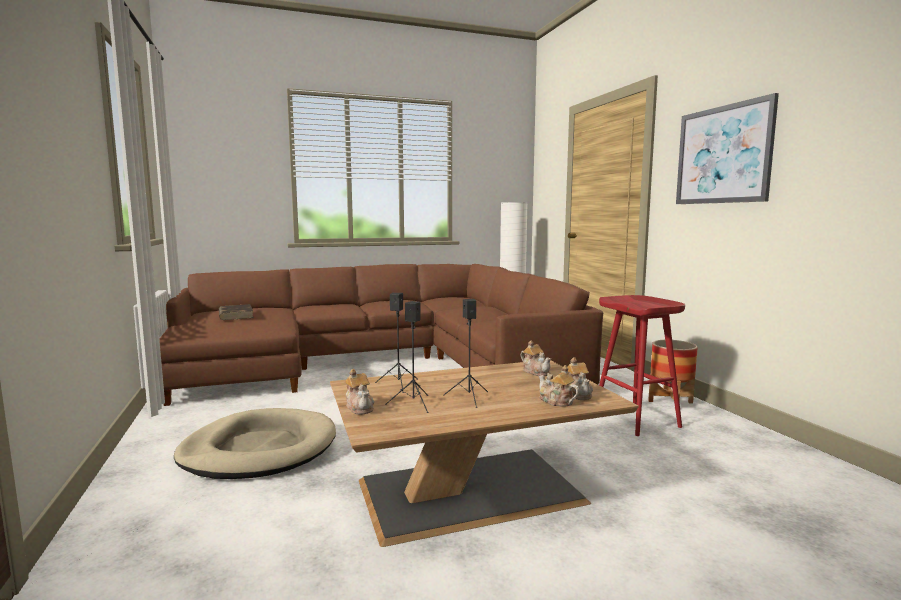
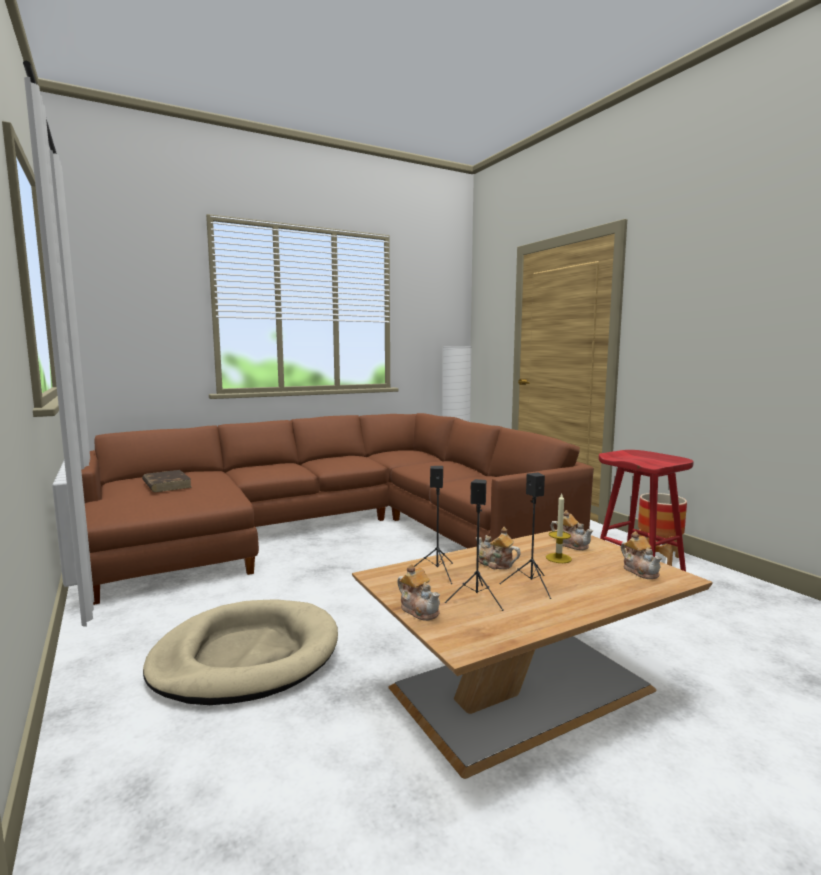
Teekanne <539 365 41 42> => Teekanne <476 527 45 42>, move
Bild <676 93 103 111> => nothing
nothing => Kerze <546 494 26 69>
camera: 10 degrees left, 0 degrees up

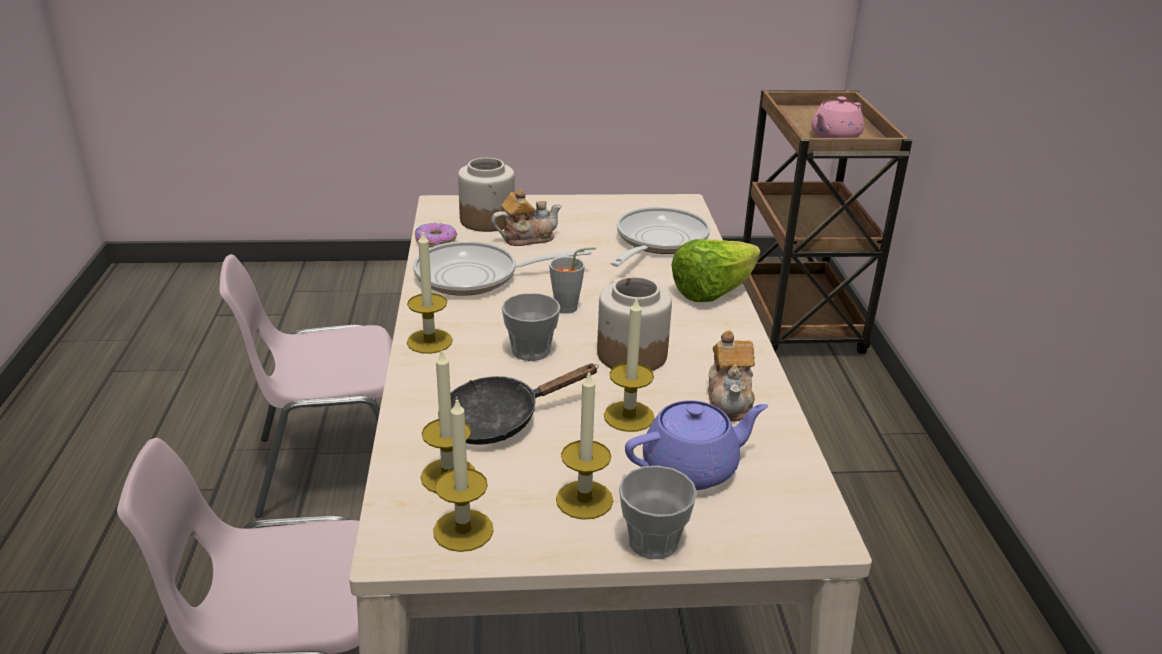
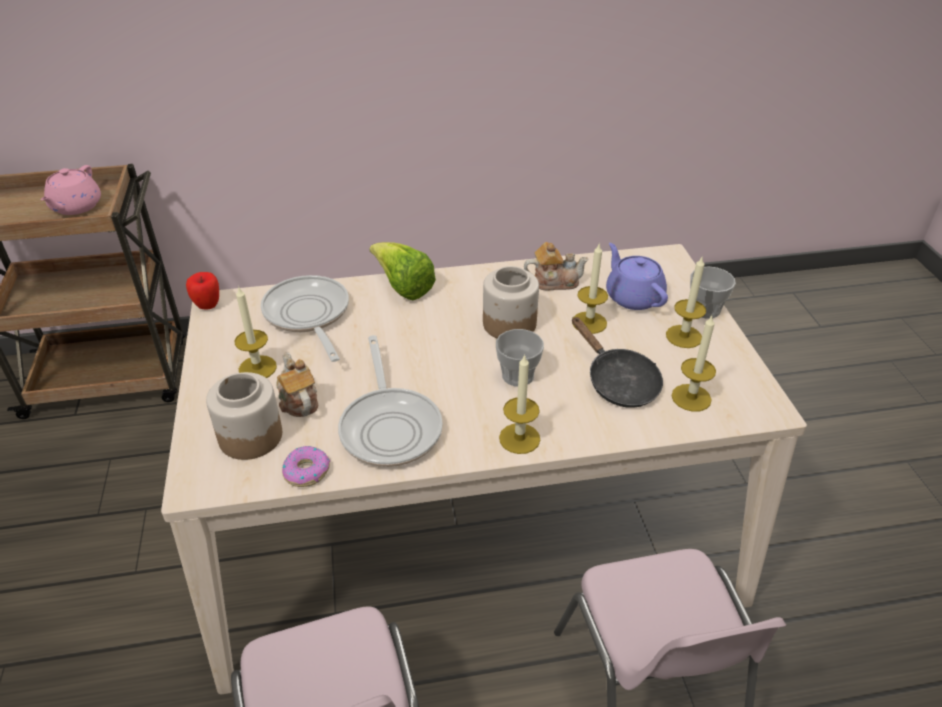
Kerze <433 397 61 155> => Kerze <234 286 43 92>, move
Tasse/grau <549 247 47 67> => nothing
Pfanne <611 207 99 60> => Pfanne <261 275 88 87>, 45 degrees clockwise
Teekanne/rosa <811 96 53 42> => Teekanne/rosa <41 165 60 50>, 60 degrees clockwise
nothing => Apfel <186 272 33 38>
camera: 95 degrees left, 10 degrees up

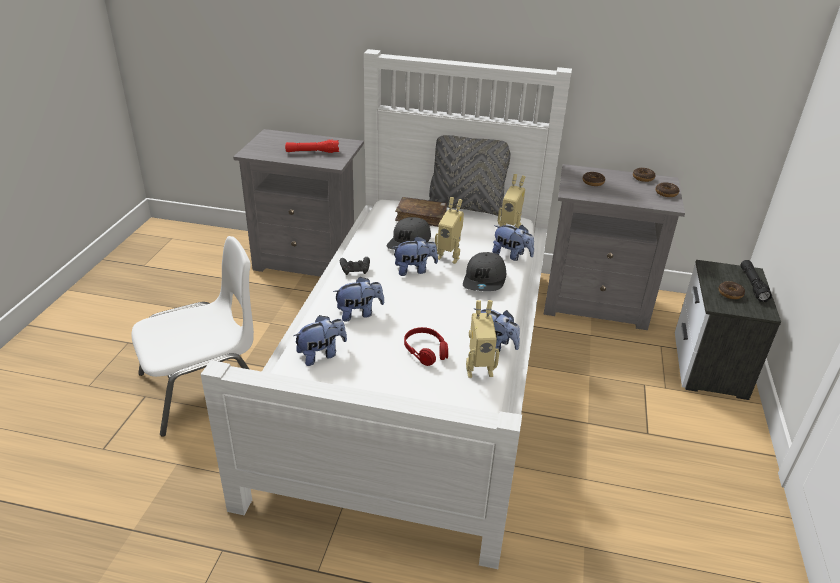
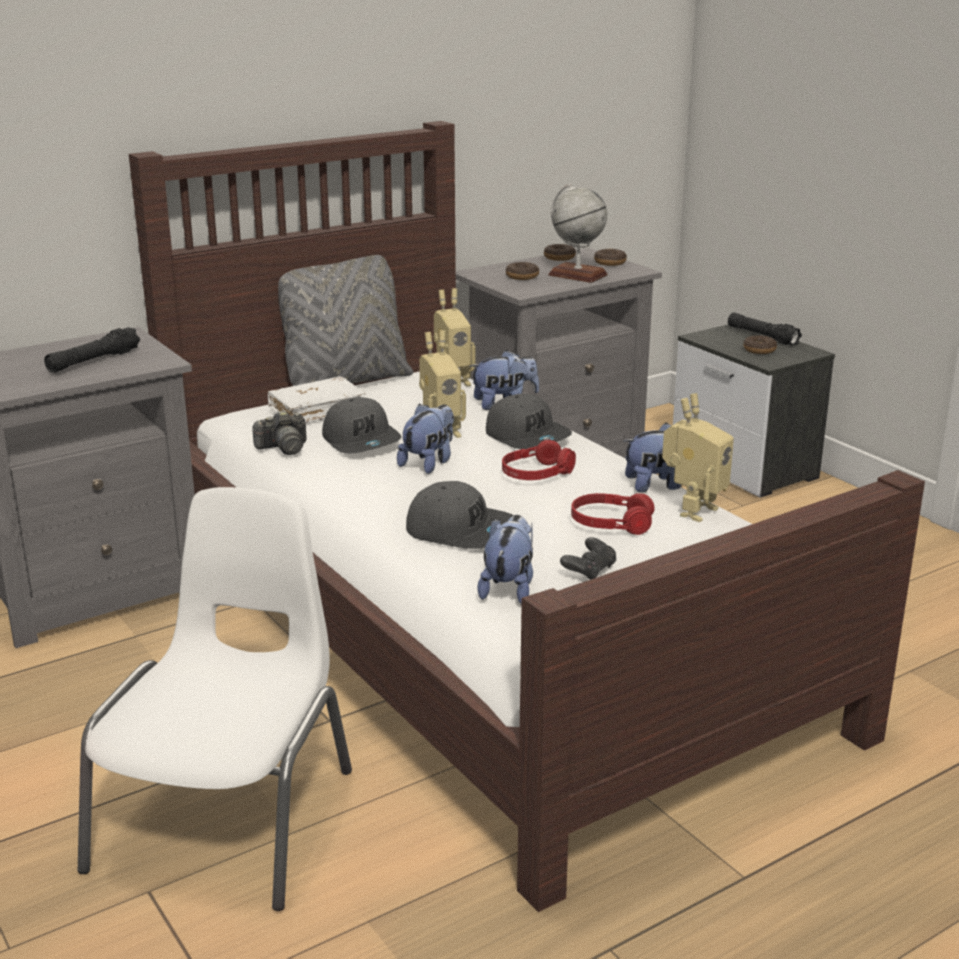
Bett/weiß <201 49 371 520> => Bett/braun <129 121 796 791>
Taschenlampe/rot <285 140 54 13> => Taschenlampe/schwarz <44 327 96 46>
Plüschtier <333 276 51 46> => Kappe/grau <406 481 108 68>
Gamepad/schwarz <340 257 30 18> => Gamepad/schwarz <560 537 56 43>, move
Buch/braun <395 197 52 30> => Buch/weiß <268 376 98 48>
nothing => Kamera <252 410 55 45>
nothing => Kopfhörer/rot <502 440 74 40>
nothing => Globus <548 184 60 99>
camera: 45 degrees left, 10 degrees down

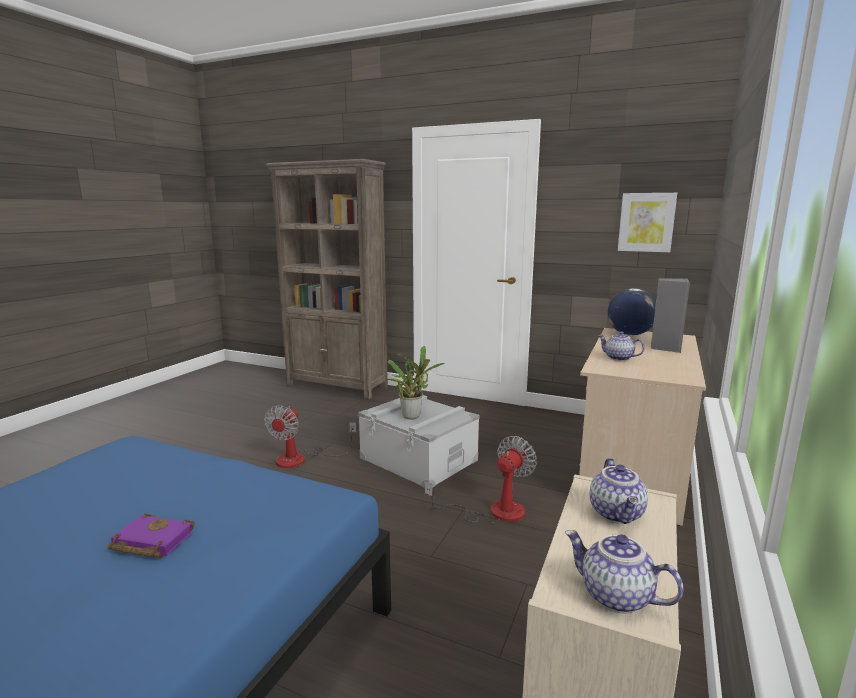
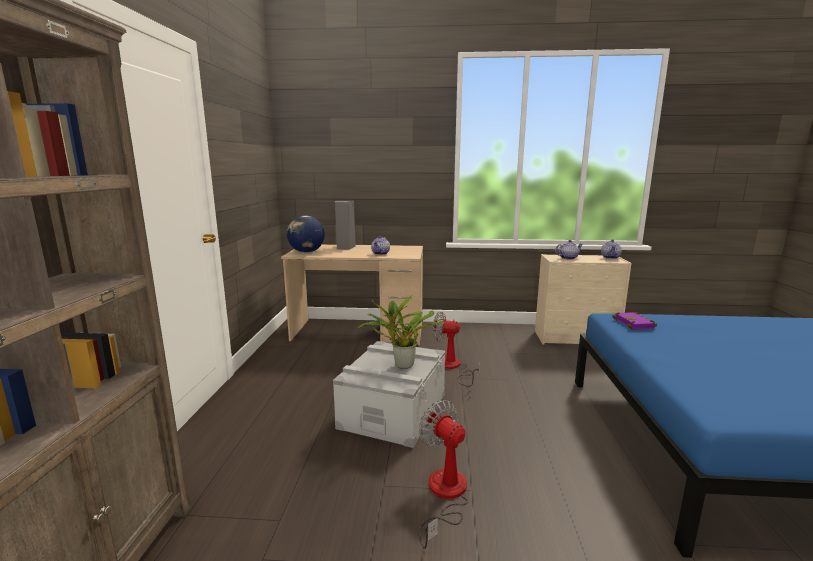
Buch/lila <108 513 87 45> => Buch/lila <612 312 45 18>, move
Ventilator <264 405 93 63> => Ventilator <419 400 49 149>, 120 degrees counterclockwise
Bild <618 193 59 59> => nothing
camera: 110 degrees left, 0 degrees up

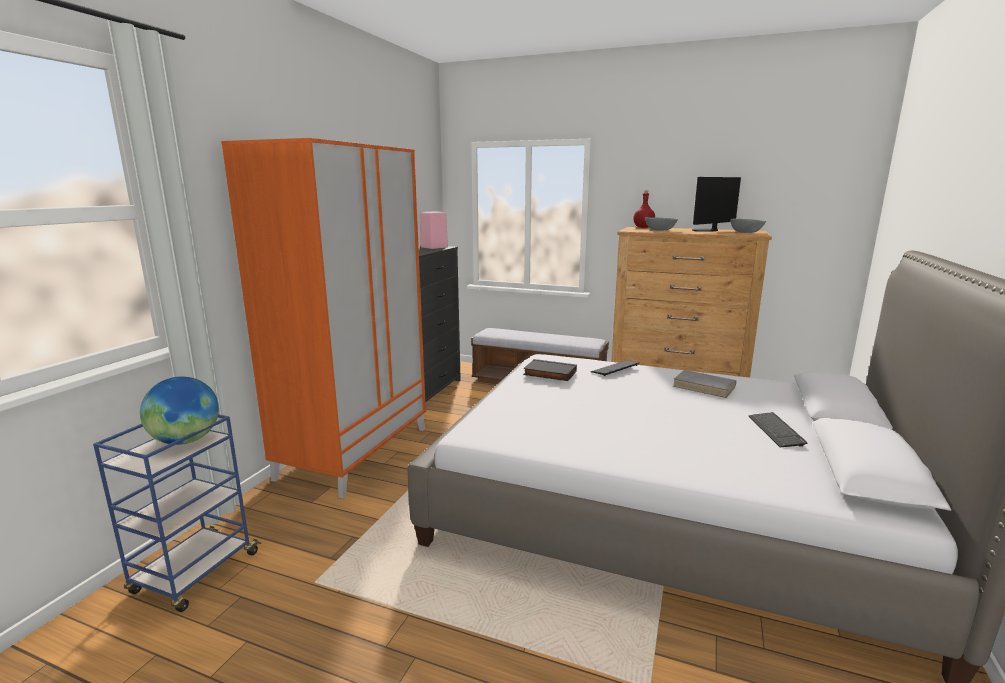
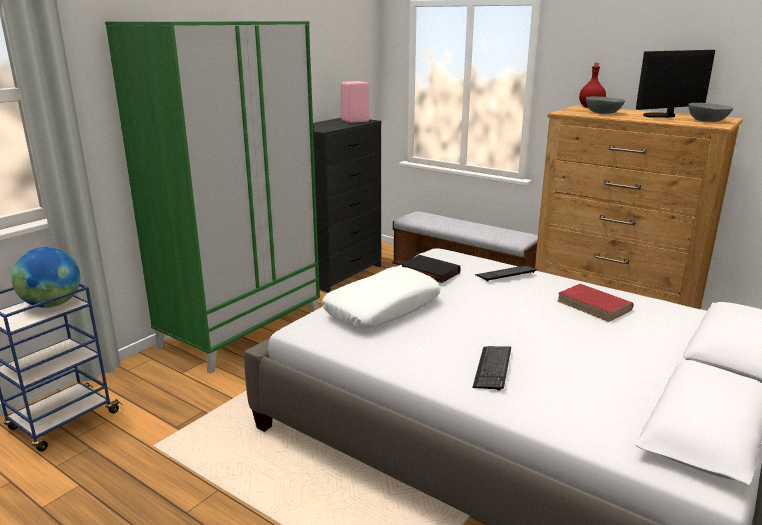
Kleiderschrank/orange <221 138 205 360> => Kleiderschrank/grün <105 21 215 353>
Buch/grau <673 370 64 28> => Buch/rot <557 284 77 38>
Tastatur <749 412 58 35> => Tastatur <472 346 39 45>, move
nothing => Kissen/weiß <322 267 118 62>
camera: 15 degrees right, 5 degrees up

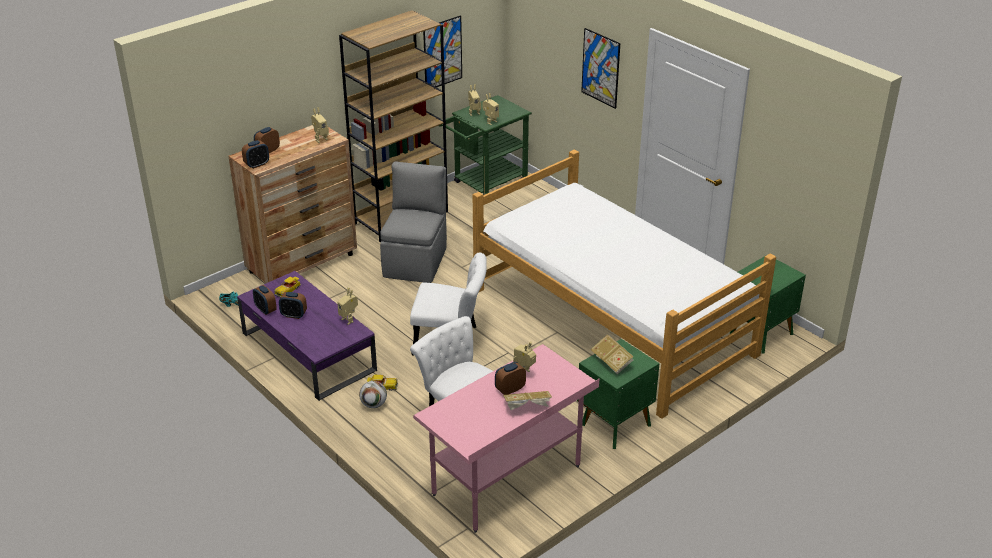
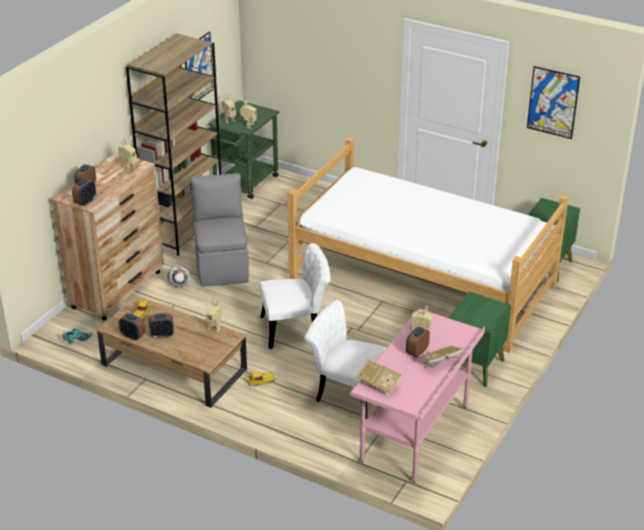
Couchtisch/lila <237 271 140 130> => Couchtisch/braun <97 296 150 112>
Fußball <359 381 28 27> => Fußball <168 265 22 22>, move
Bild <581 28 39 81> => Bild <527 66 53 73>, move
Buch <590 334 44 40> => Buch <356 359 45 36>, move
camera: 20 degrees left, 0 degrees up

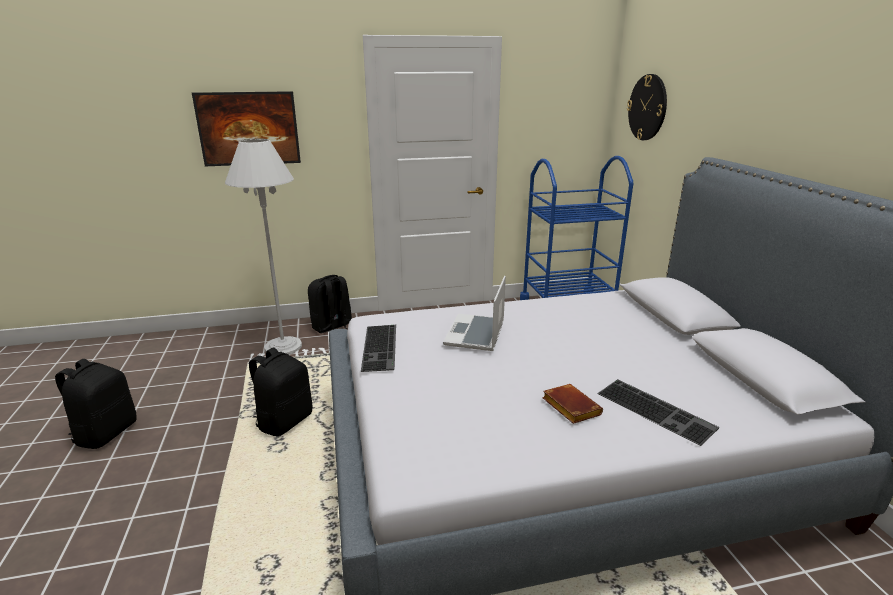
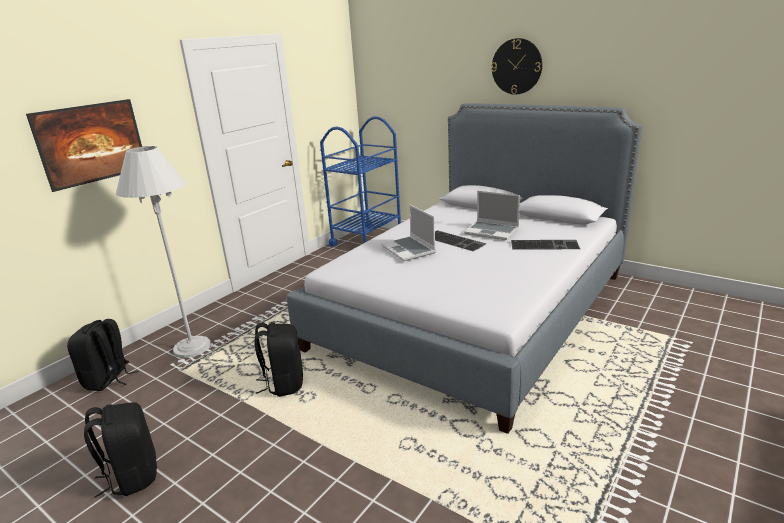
Rucksack/schwarz <308 275 44 58> => Rucksack/schwarz <67 319 71 72>, move
Tastatur <361 325 35 47> => Tastatur <435 230 51 21>, move
Buch/braun <542 384 61 40> => nothing
Wanduhr <627 74 40 66> => Wanduhr <491 38 51 57>, move
nothing => Laptop <464 191 56 49>
camera: 40 degrees left, 0 degrees up

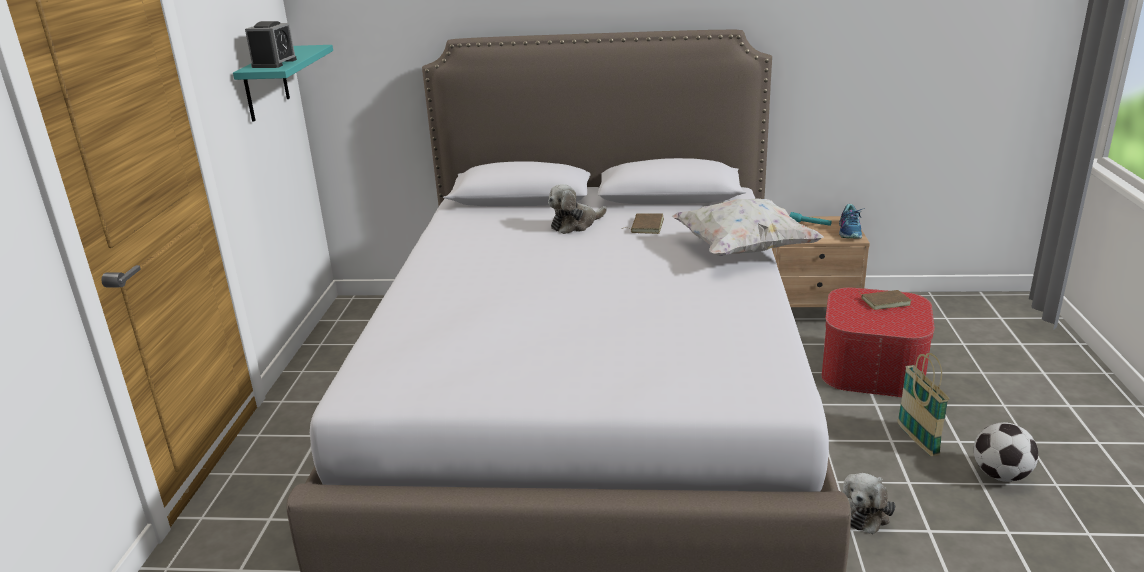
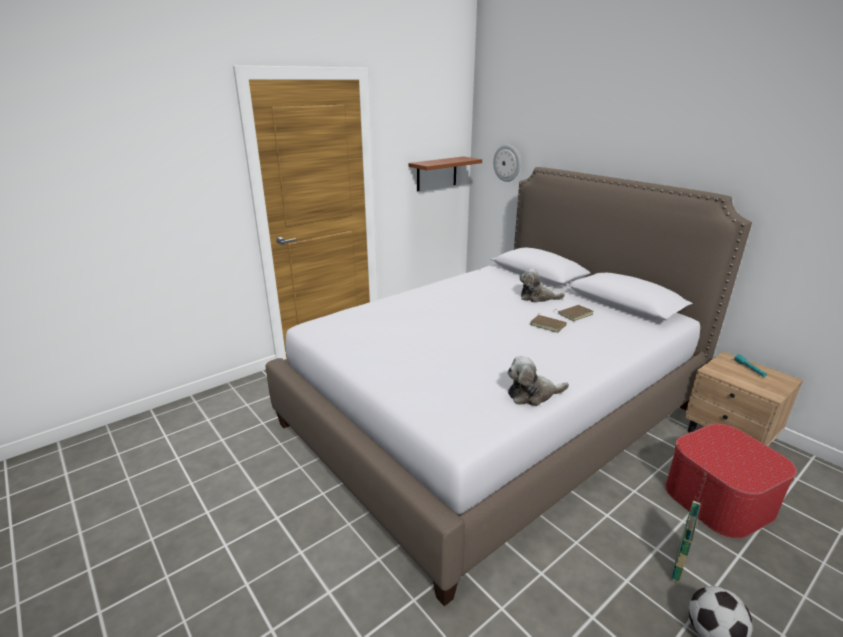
Wandregal/türkis <233 45 100 77> => Wandregal/braun <409 156 73 35>
Wecker <245 21 52 47> => nothing
Kissen/weiß <672 198 152 58> => nothing
Schuh <839 204 26 35> => nothing
Plüschtier <843 473 52 61> => Plüschtier <507 356 62 50>, move
Buch/braun <859 290 53 20> => Buch/braun <530 313 37 20>, move
nothing => Wanduhr <493 145 27 37>
camera: 45 degrees right, 0 degrees up

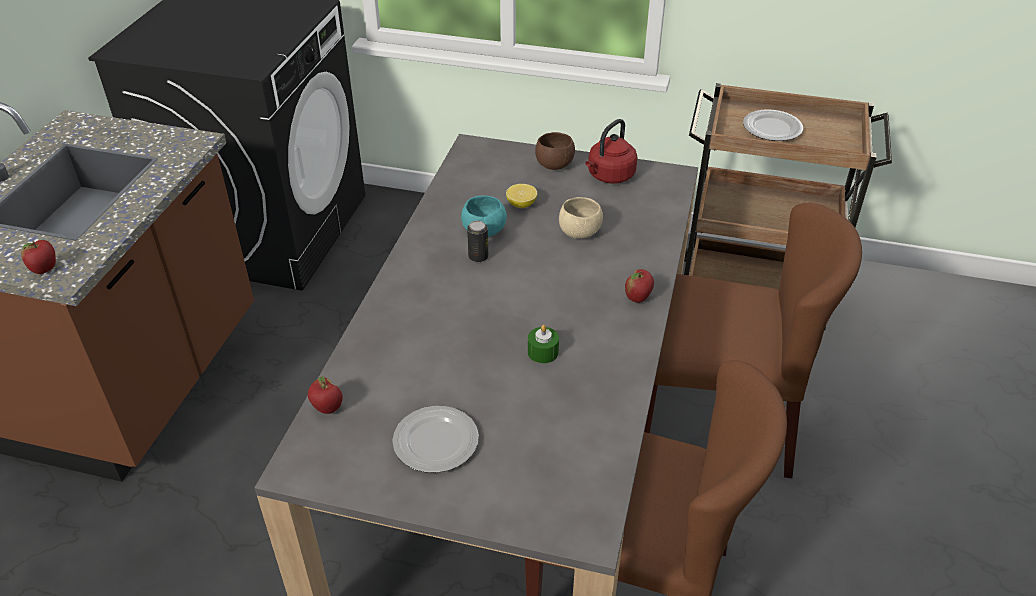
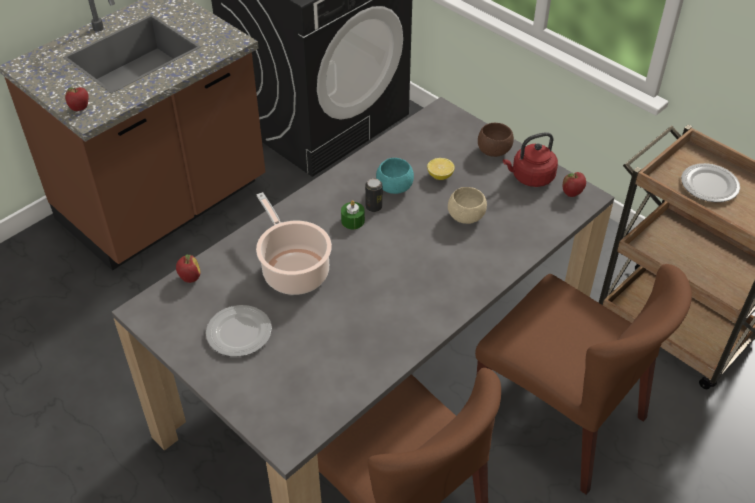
Kerze/grün <528 325 31 38> => Kerze/grün <341 200 24 29>, move
Apfel <625 269 29 34> => Apfel <563 172 23 25>, move
nothing => Kochtopf <256 192 76 103>
camera: 30 degrees right, 5 degrees up

